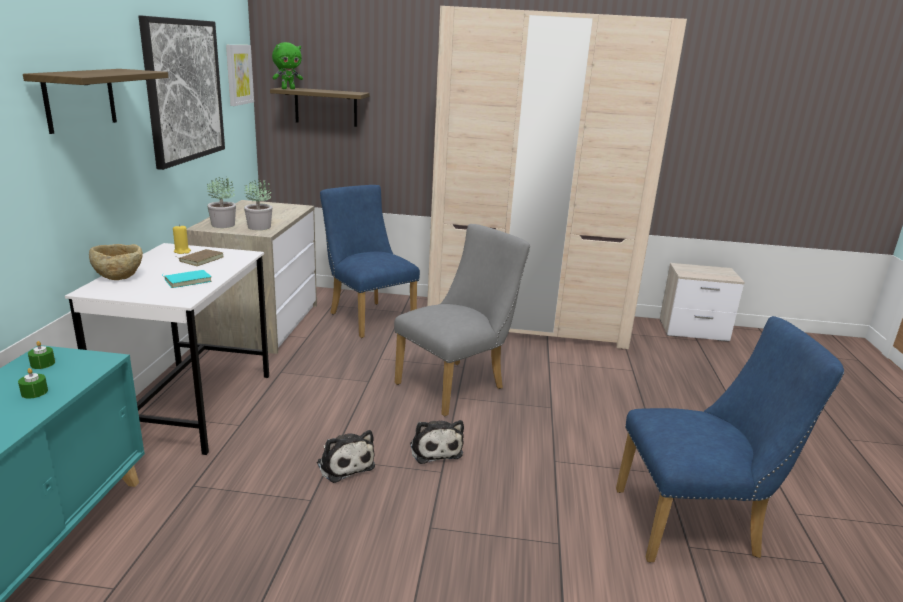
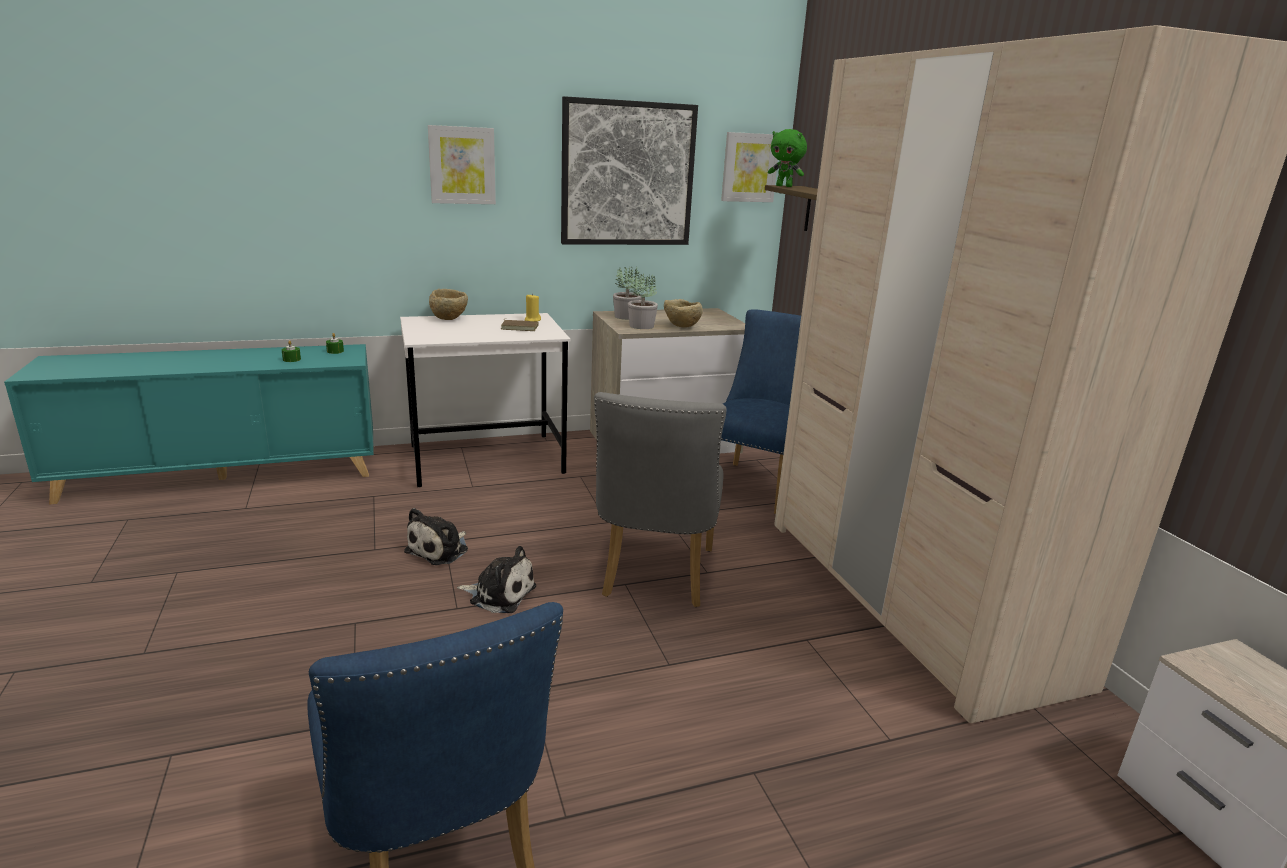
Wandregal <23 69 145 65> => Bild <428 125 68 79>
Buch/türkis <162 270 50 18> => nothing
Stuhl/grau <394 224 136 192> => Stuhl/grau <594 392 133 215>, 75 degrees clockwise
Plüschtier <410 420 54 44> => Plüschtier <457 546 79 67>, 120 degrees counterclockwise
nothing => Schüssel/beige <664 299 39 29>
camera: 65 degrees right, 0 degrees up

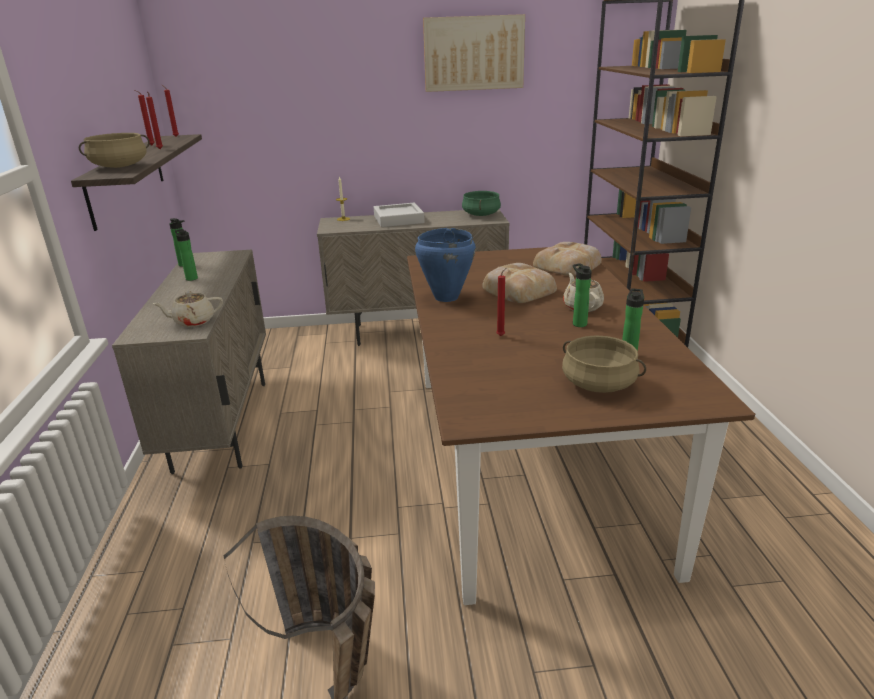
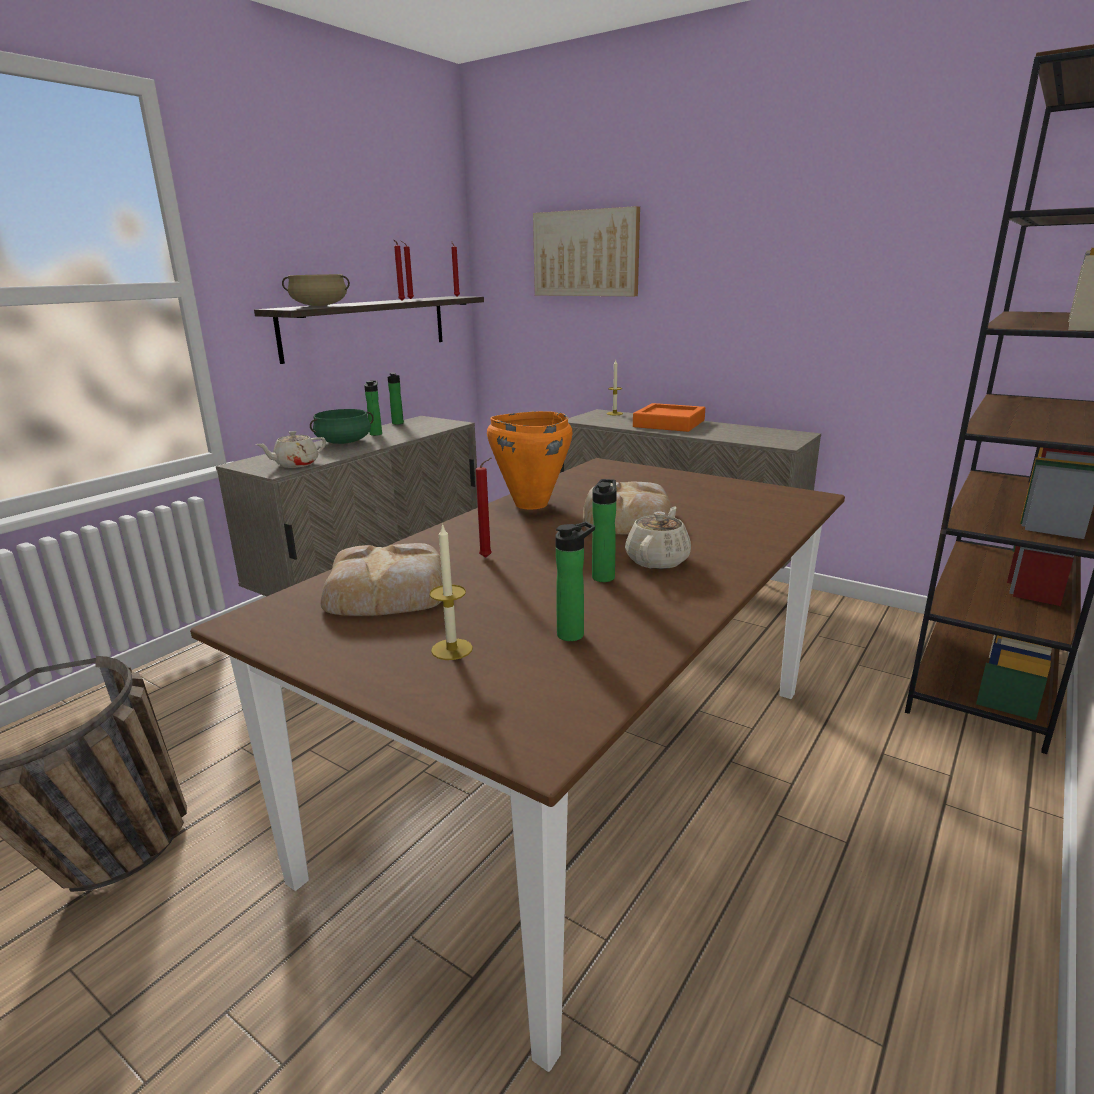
Teekanne/beige <152 291 71 36> => Teekanne/beige <256 431 70 37>, 60 degrees counterclockwise
Tablett/grau <374 203 51 24> => Tablett/orange <633 403 72 29>
Kochtopf/blau <415 228 61 74> => Kochtopf/orange <487 411 86 99>
Bild <423 14 102 78> => Bild <533 206 107 90>, move
Kochtopf/grün <462 191 39 25> => Kochtopf/grün <310 409 64 35>, move
Brot <533 242 69 34> => Brot <320 543 123 73>, move
Kochtopf/beige <562 335 84 58> => Kerze <429 523 44 137>
camera: 40 degrees right, 5 degrees down

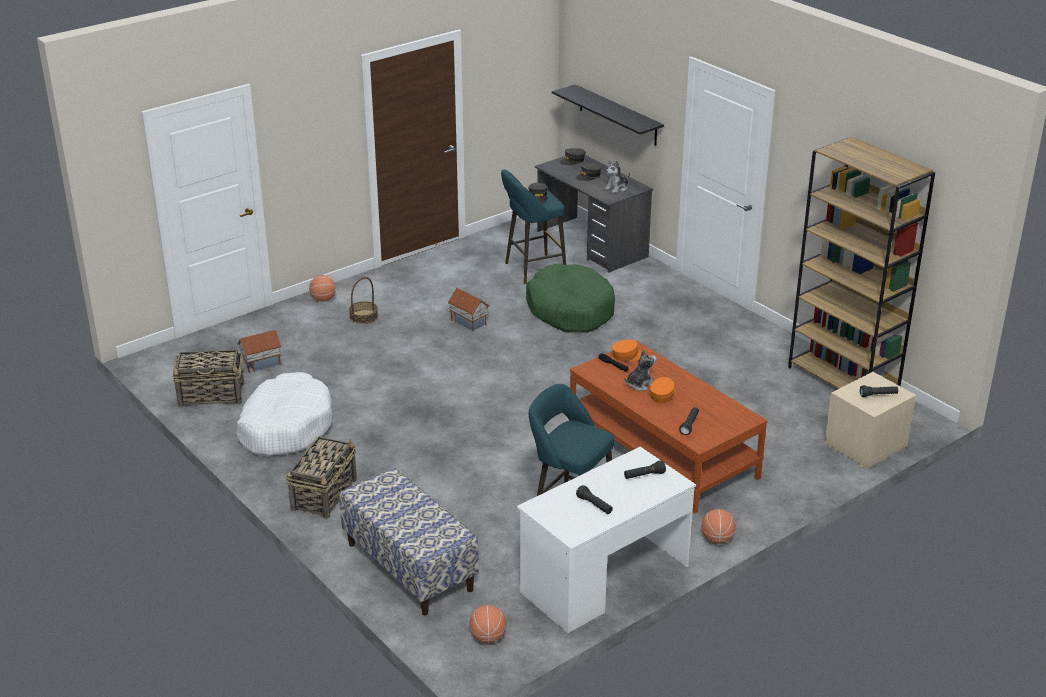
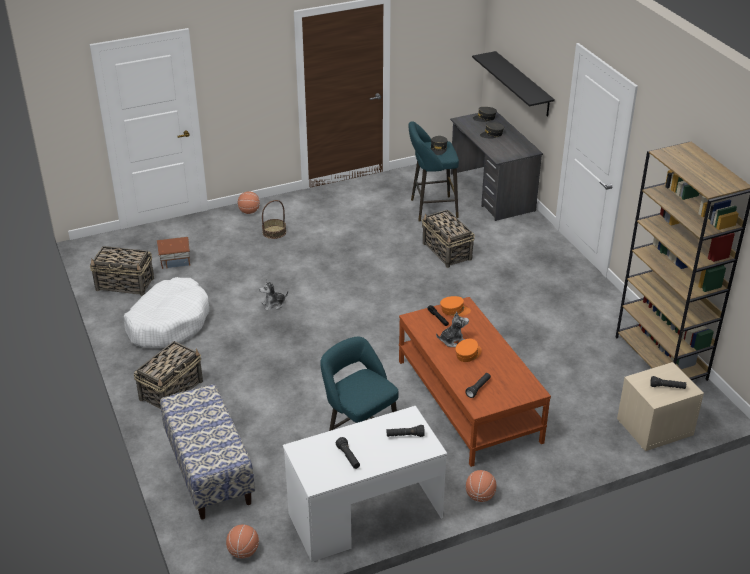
Spielzeughaus <448 288 42 44> => nothing
Hundebett/grün <526 263 89 70> => Korb <422 210 53 58>
Plüschtier <605 161 25 32> => Plüschtier <259 279 29 32>, move
camera: 15 degrees right, 5 degrees up

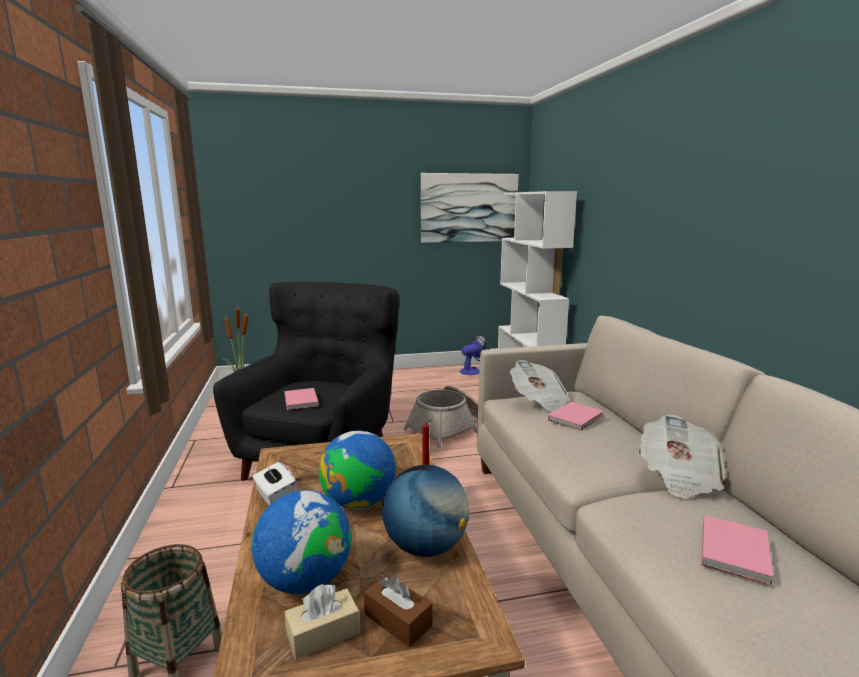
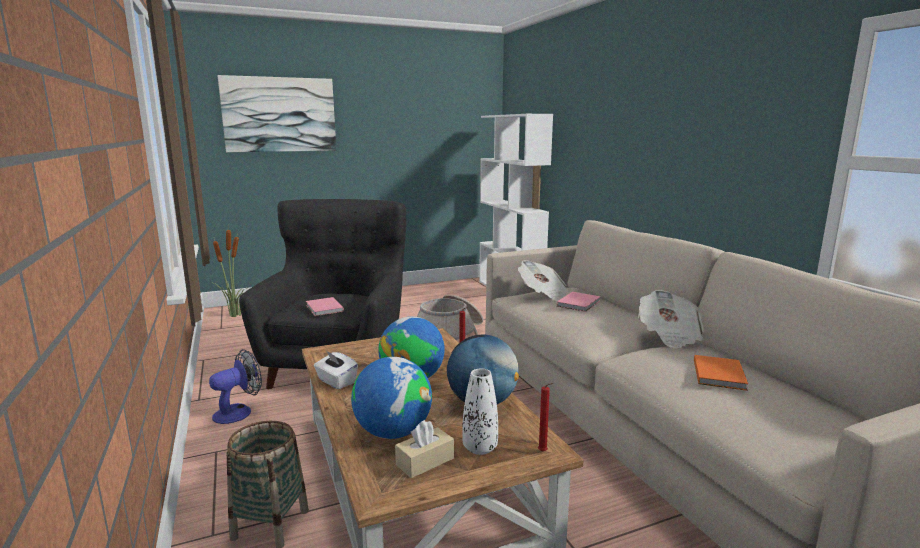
Taschentuchbox/braun <364 574 68 73> => Vase/weiß <462 368 36 87>
Bild <421 173 98 70> => Bild <217 75 119 77>, move
Ventilator <460 335 30 40> => Ventilator <209 349 53 75>, move
Buch/rosa <701 515 73 71> => Buch/orange <694 355 54 36>
nothing => Kerze/rot <538 383 16 69>
camera: 10 degrees left, 0 degrees up

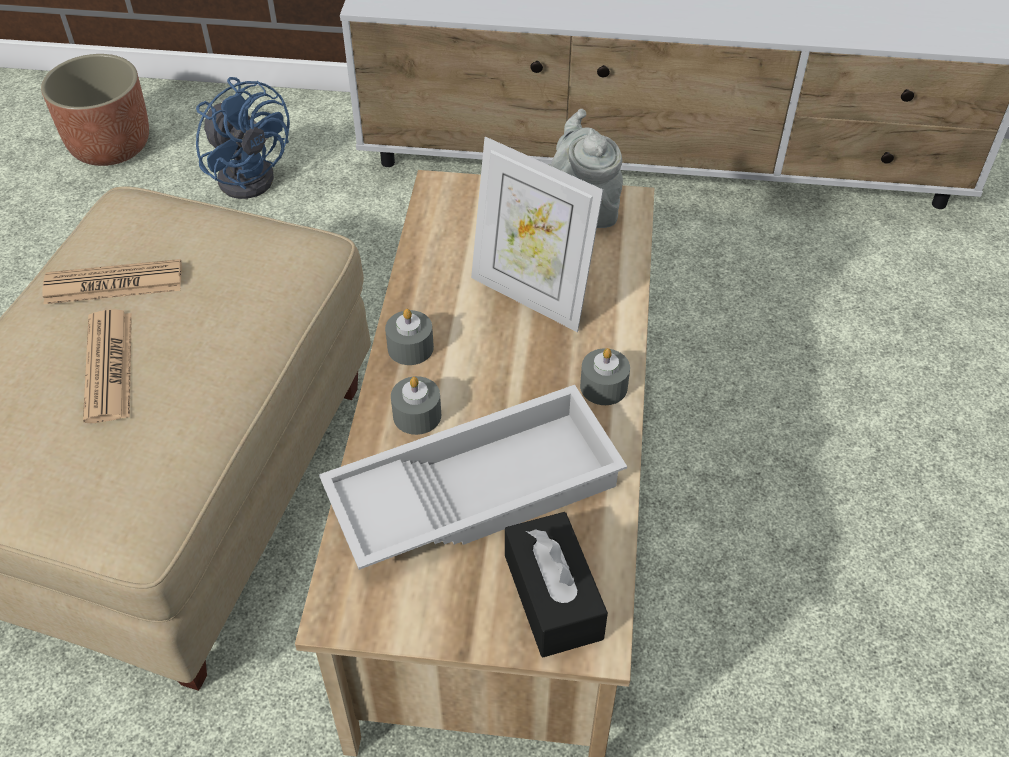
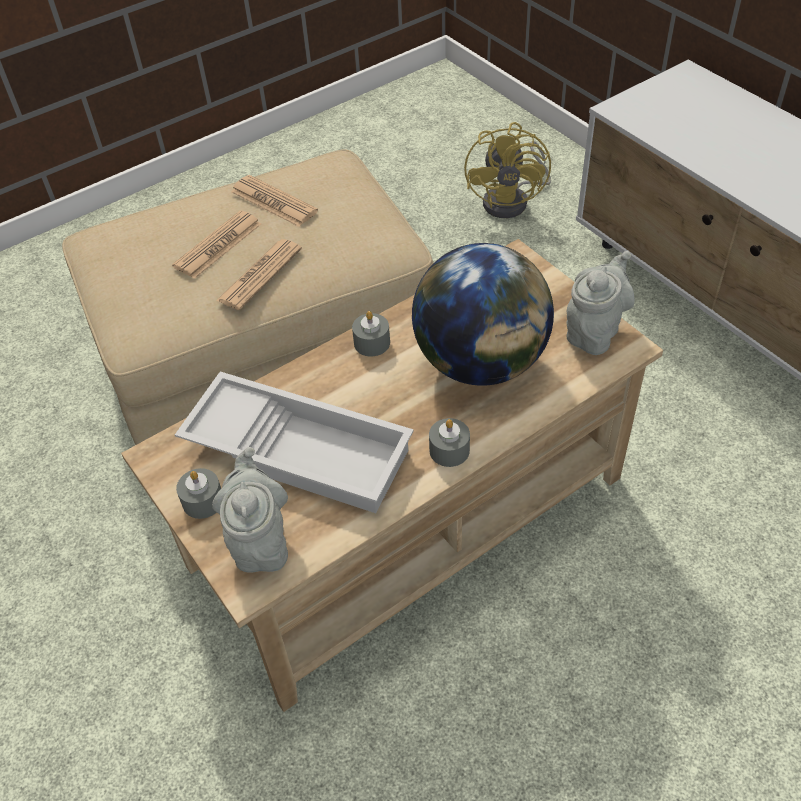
Pflanzkübel <41 54 108 112> => nothing
Ventilator/blau <196 77 94 122> => Ventilator/gelb <464 122 87 96>
Kerze/grau <391 376 50 59> => Kerze/grau <176 468 45 51>, move
Bilderrahmen <471 137 132 195> => Globus <412 243 142 143>
Taschentuchbox/schwarz <505 512 103 145> => Teekanne/grau <212 447 76 125>
nothing => Zeitung <216 239 86 71>
camera: 50 degrees right, 0 degrees up

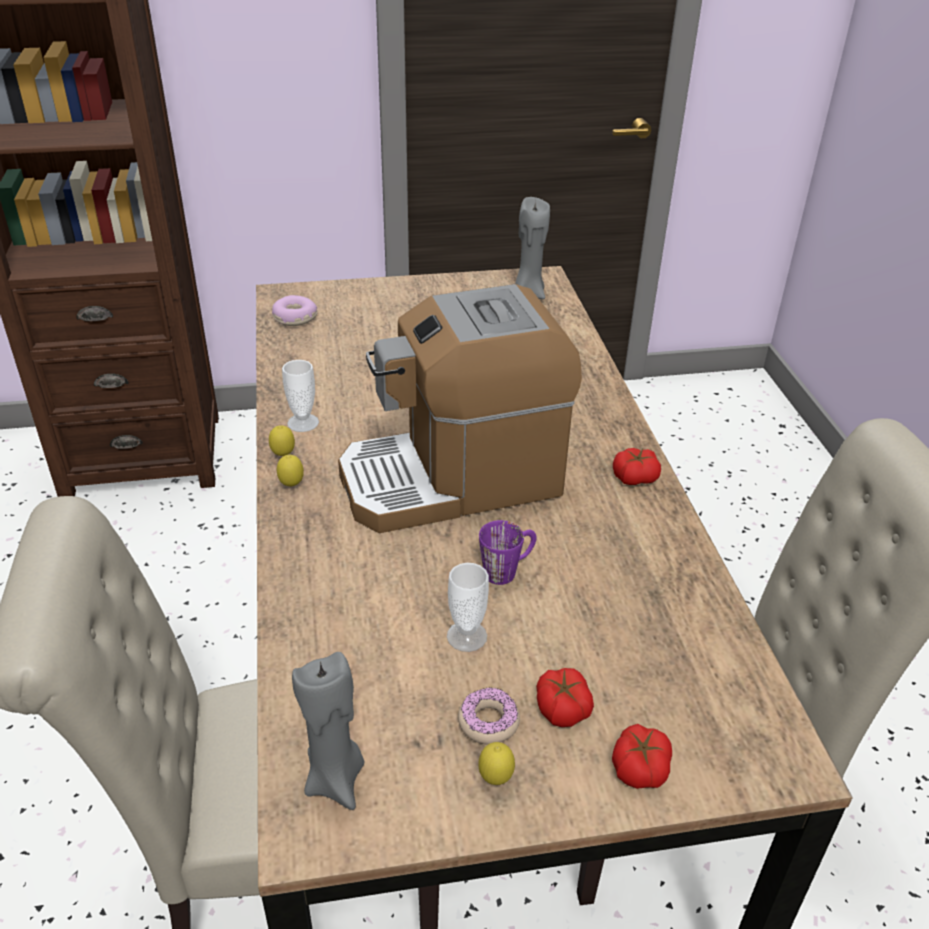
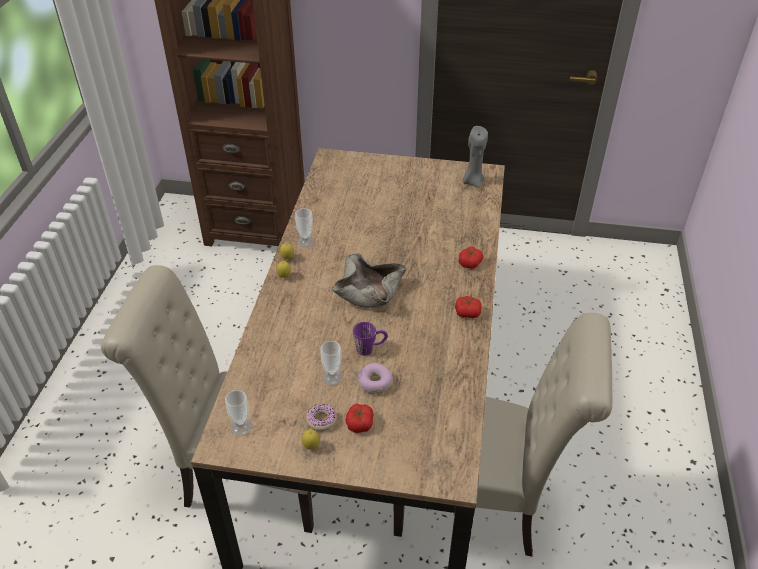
Donut <272 295 45 31> => Donut <358 363 35 31>, move
Kerze/grau <292 652 73 158> => Tasse <225 390 28 46>
Kaffeemaschine <338 284 244 249> => Schüssel/beige <332 253 74 55>
Tomate <612 724 60 65> => Tomate <458 246 25 23>, move
camera: 20 degrees right, 5 degrees up

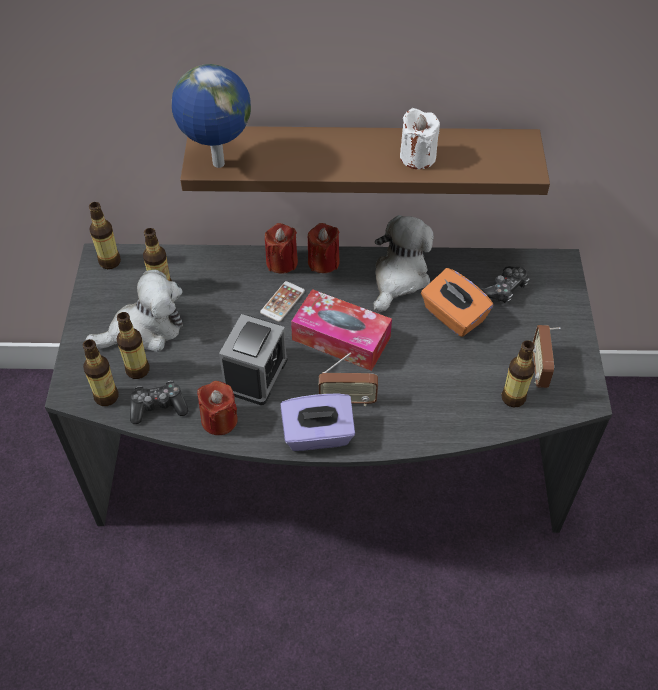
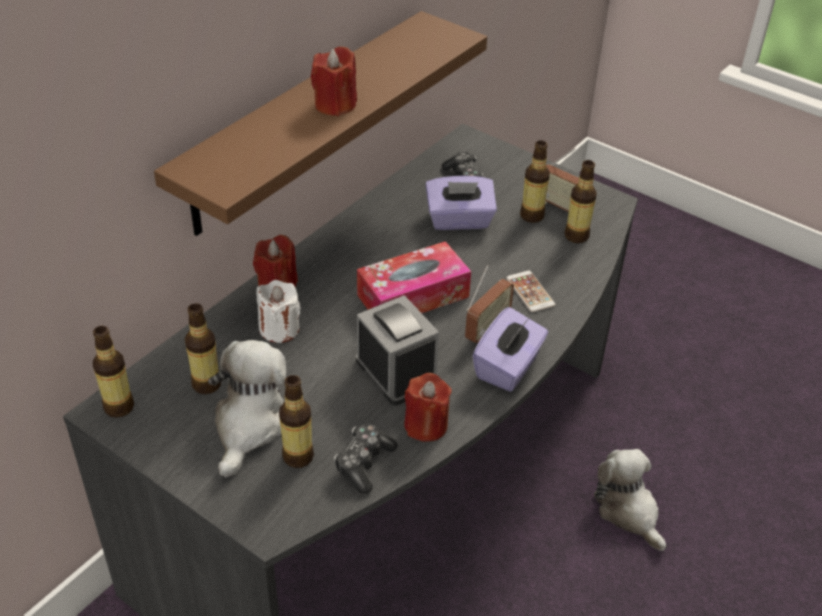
Flasche <83 339 36 67> => Flasche <520 140 30 83>, move
Globus <172 64 79 104> => nothing
Handy <260 281 45 41> => Handy <506 271 49 41>, move
Kerze/rot <308 223 32 50> => Kerze/rot <311 46 46 70>, move
Plüschtier <374 215 60 97> => Plüschtier <594 449 72 102>, move
Kerze/weiß <400 108 40 61> => Kerze/weiß <256 280 45 63>, move
Taschentuchbox/orange <421 268 72 69> => Taschentuchbox/lila <425 176 72 54>
camera: 55 degrees left, 10 degrees down

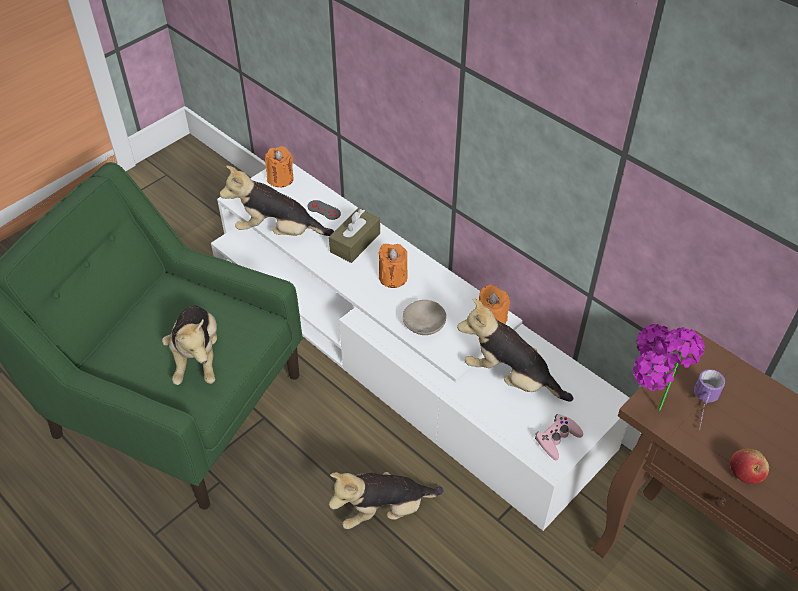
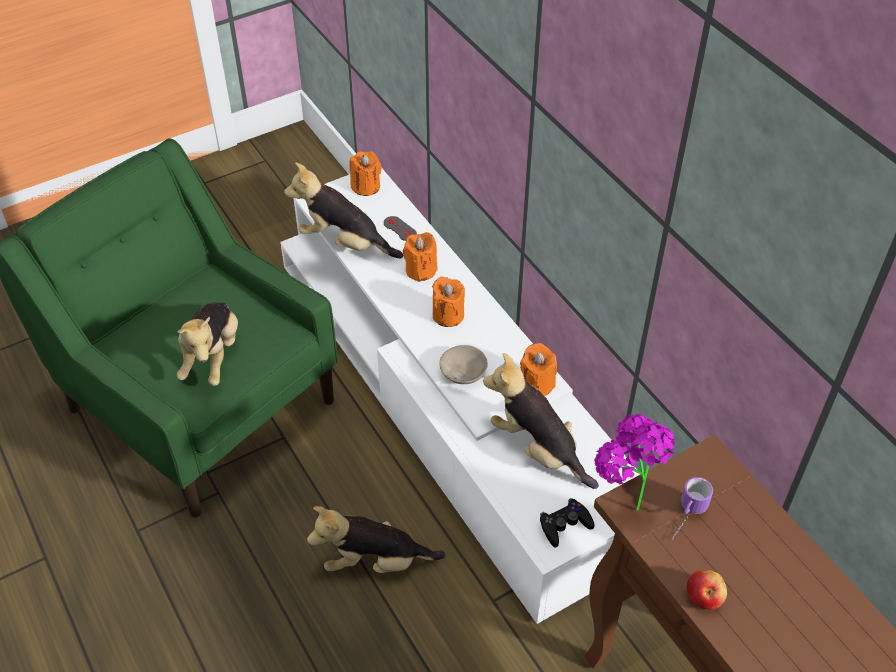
Taschentuchbox/braun <329 208 51 55> => Kerze/orange <403 232 35 50>
Gamepad/rosa <535 414 48 46> => Gamepad/schwarz <540 498 54 50>
camera: 15 degrees right, 0 degrees up

